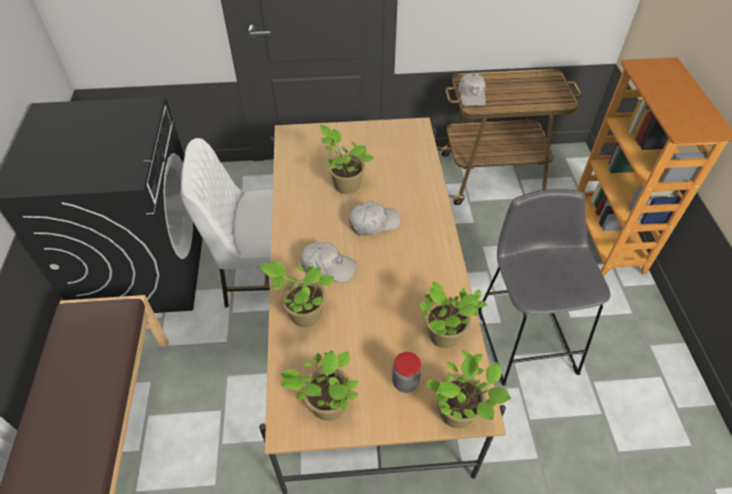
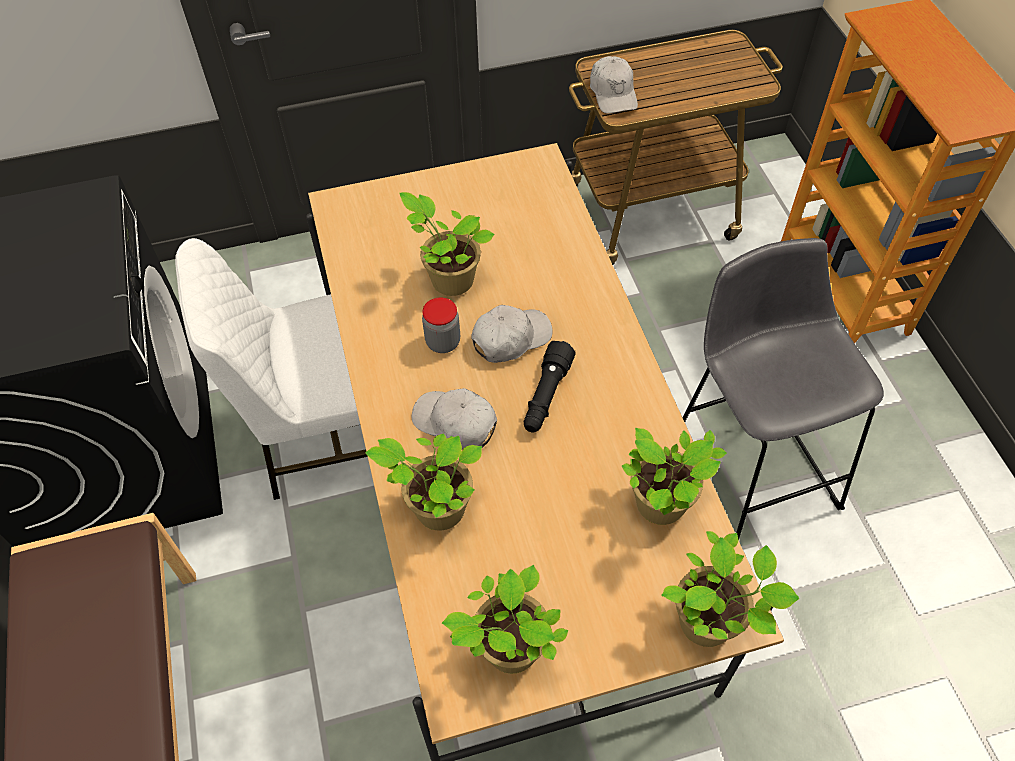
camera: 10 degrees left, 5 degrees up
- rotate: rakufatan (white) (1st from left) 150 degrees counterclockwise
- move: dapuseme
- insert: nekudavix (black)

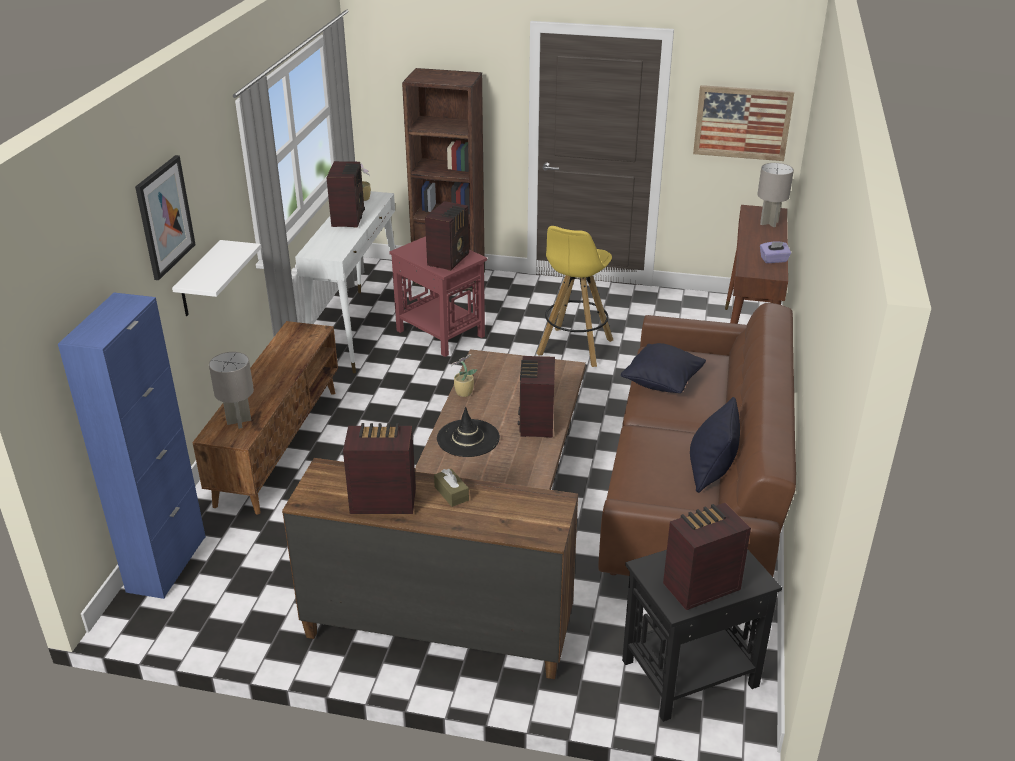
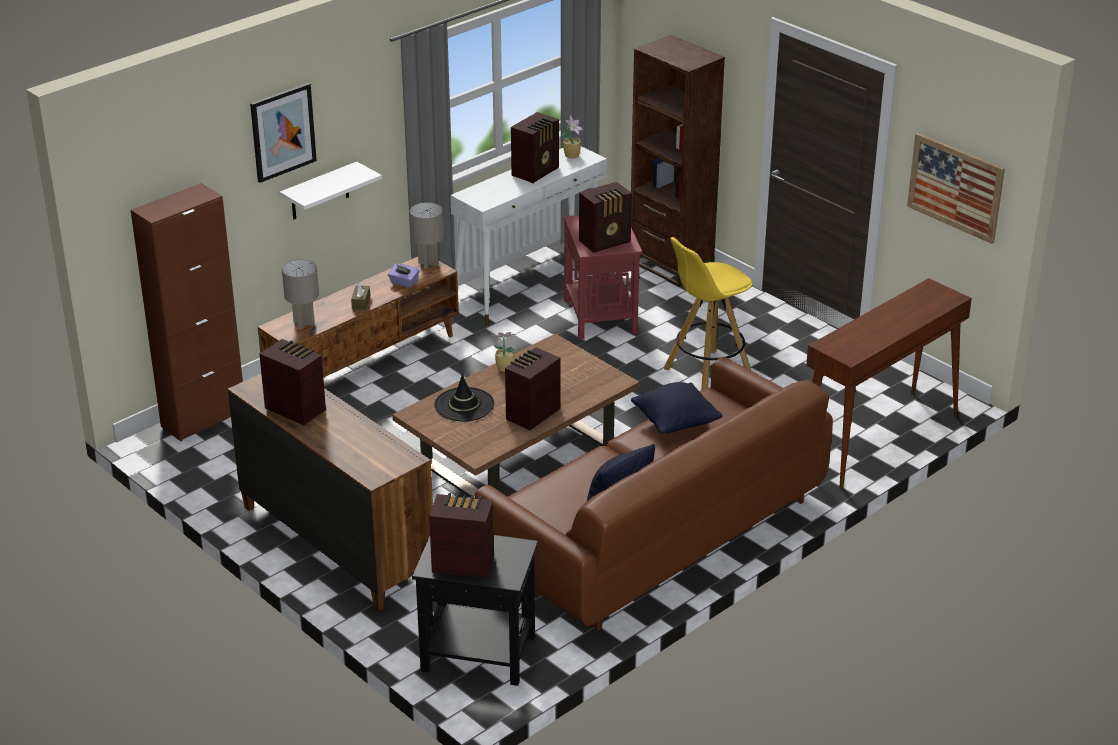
camera: 35 degrees right, 0 degrees up
- recolor: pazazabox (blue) to pazazabox (brown)
- move: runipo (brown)
- move: runipo (purple)
- move: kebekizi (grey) (2nd from left)

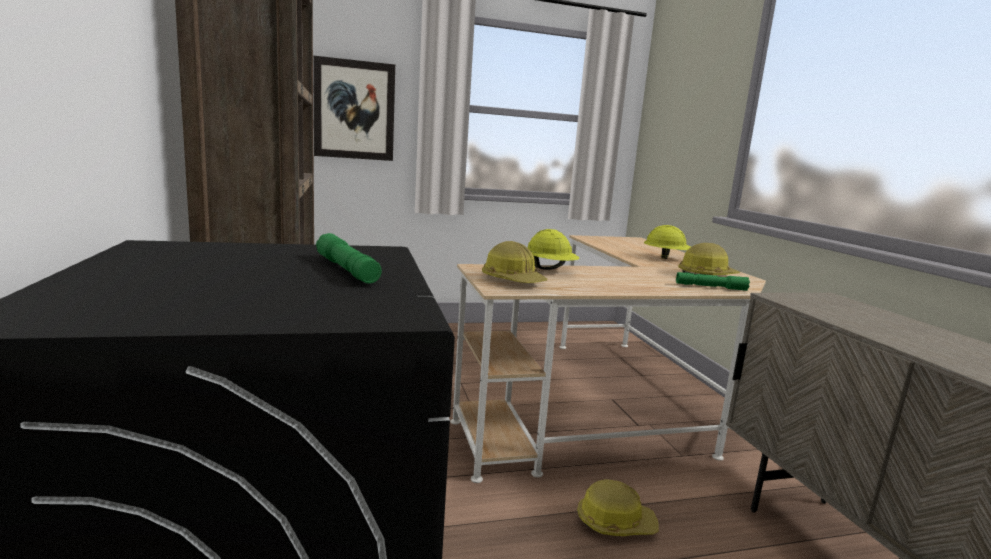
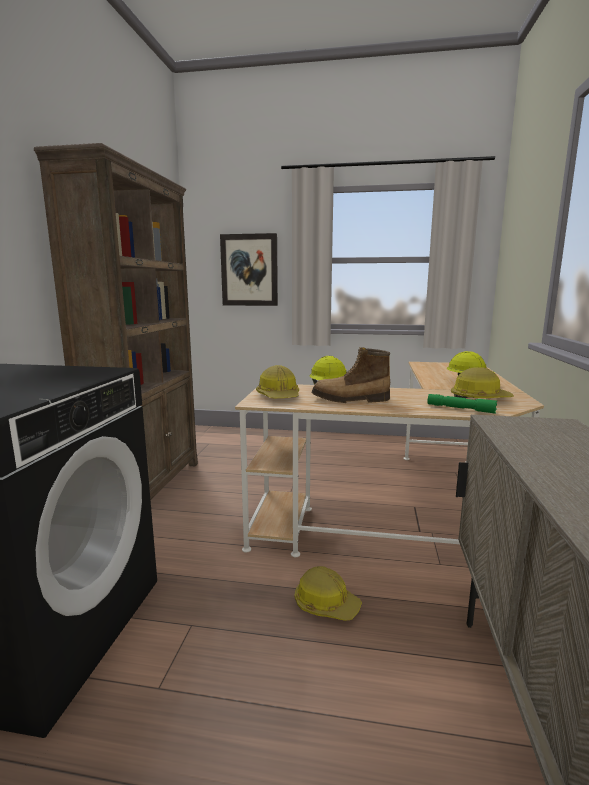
camera: 25 degrees right, 0 degrees up
- insert: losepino
- delete: nekudavix (green) (1st from left)

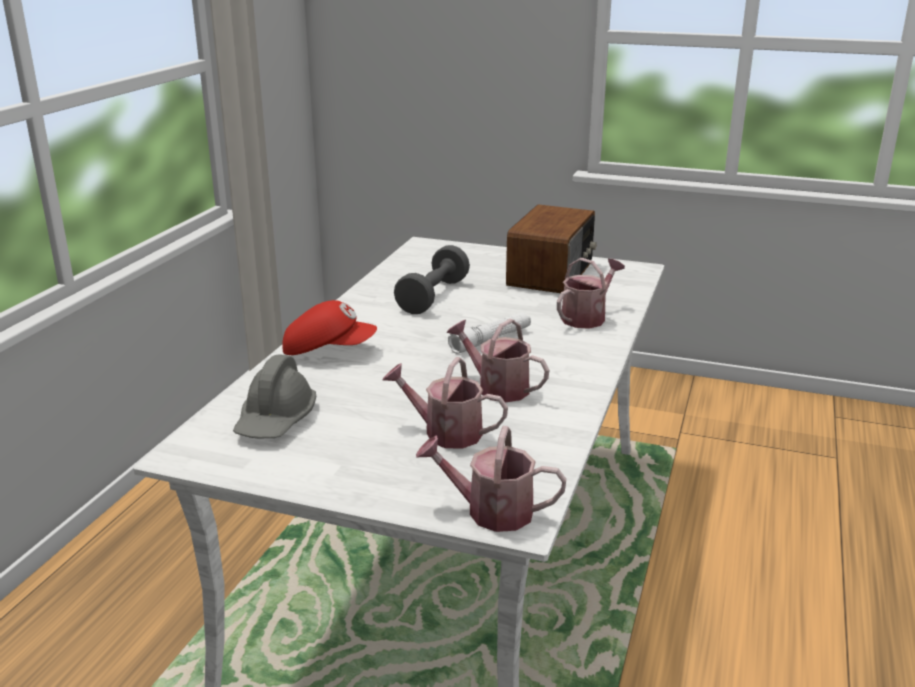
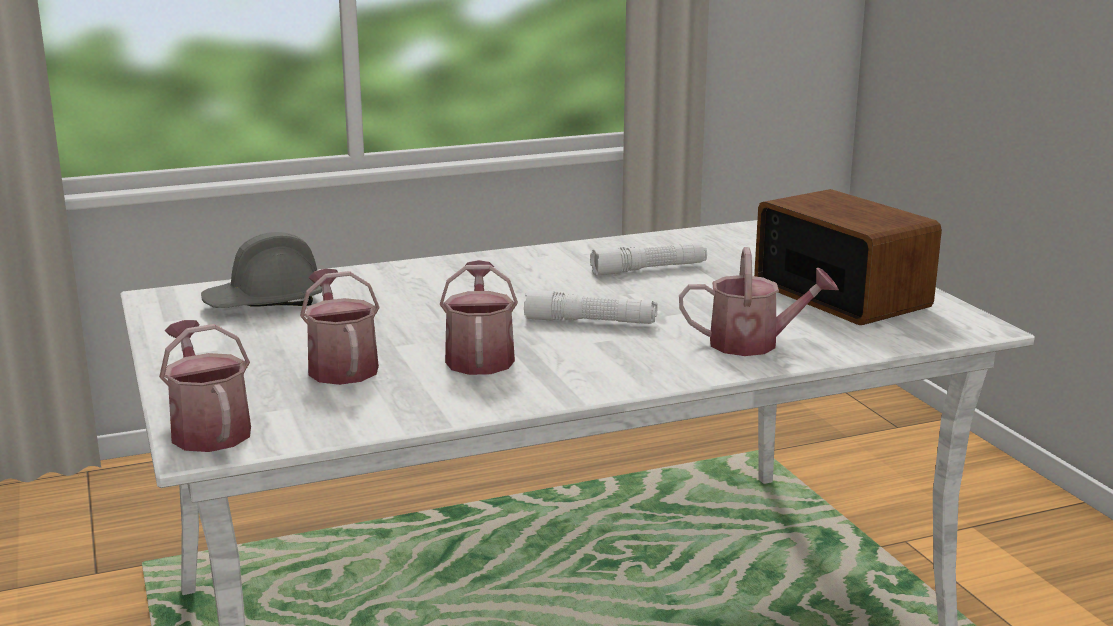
camera: 50 degrees right, 5 degrees down
- replace: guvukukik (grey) to nekudavix (white) (2nd from left)
- rotate: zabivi 105 degrees counterclockwise
- delete: rakufatan (red)

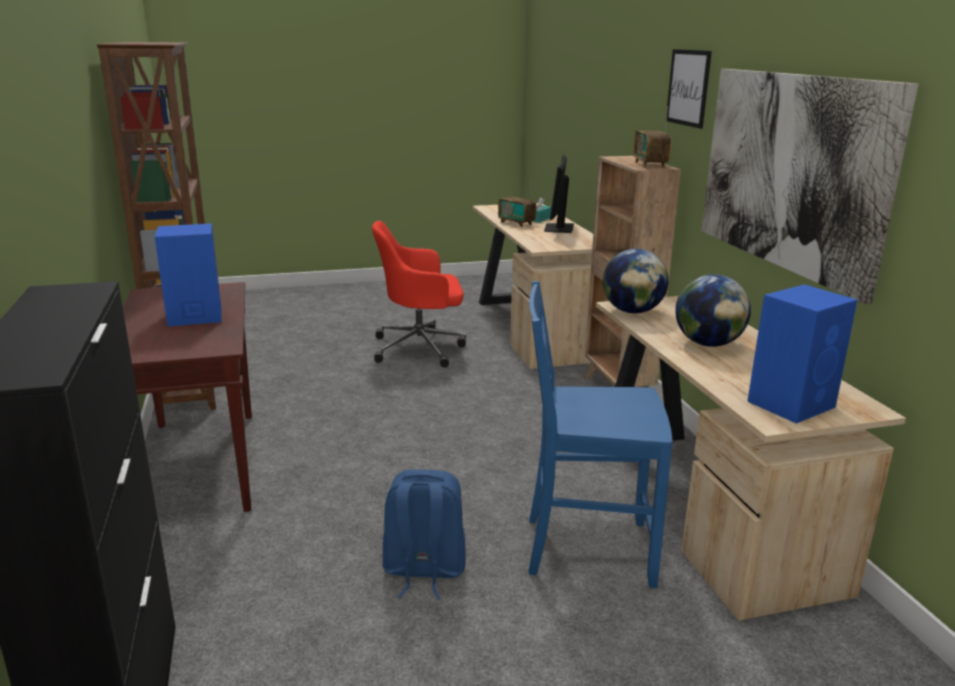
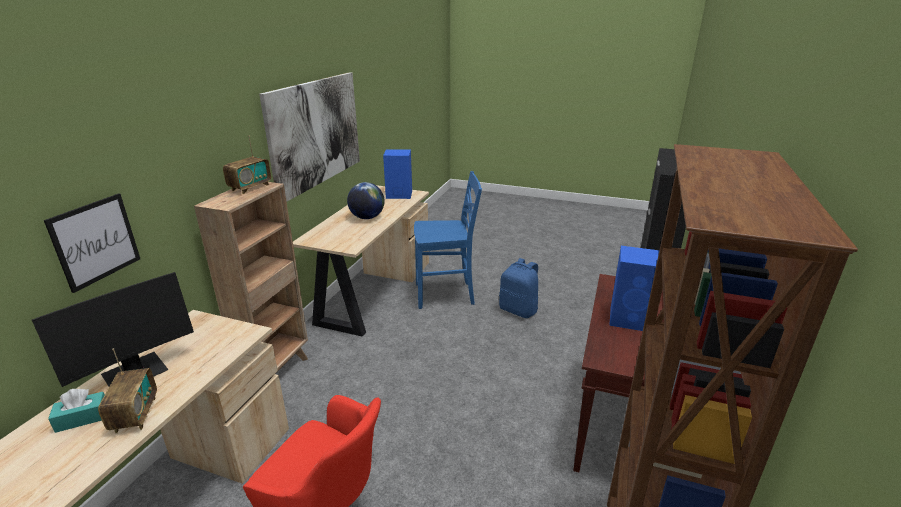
camera: 145 degrees left, 5 degrees up
- move: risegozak (1st from left)
- rotate: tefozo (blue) 45 degrees counterclockwise
- delete: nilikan (1st from left)

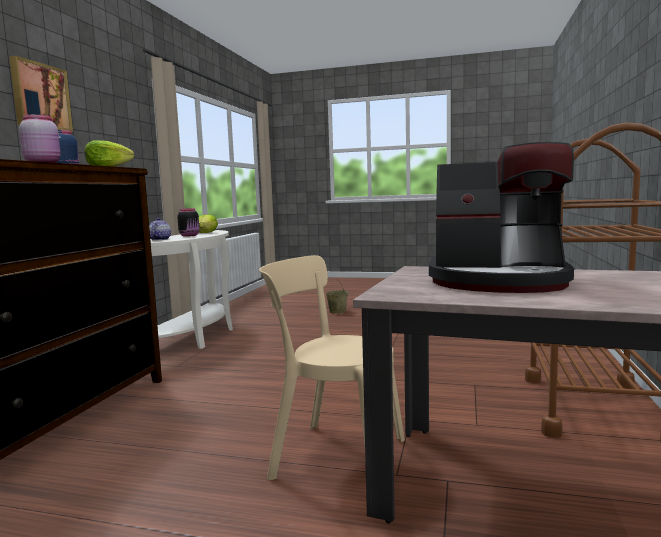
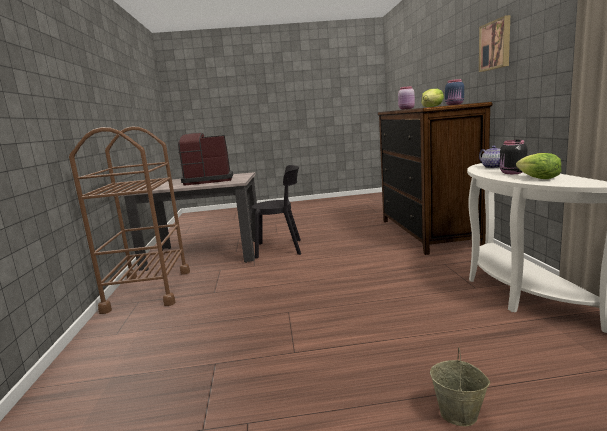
camera: 160 degrees right, 5 degrees up
- recolor: tefozo (beige) to tefozo (black)

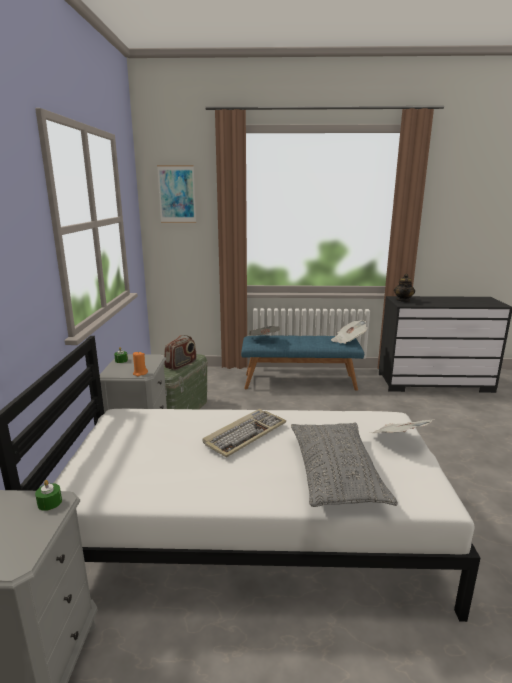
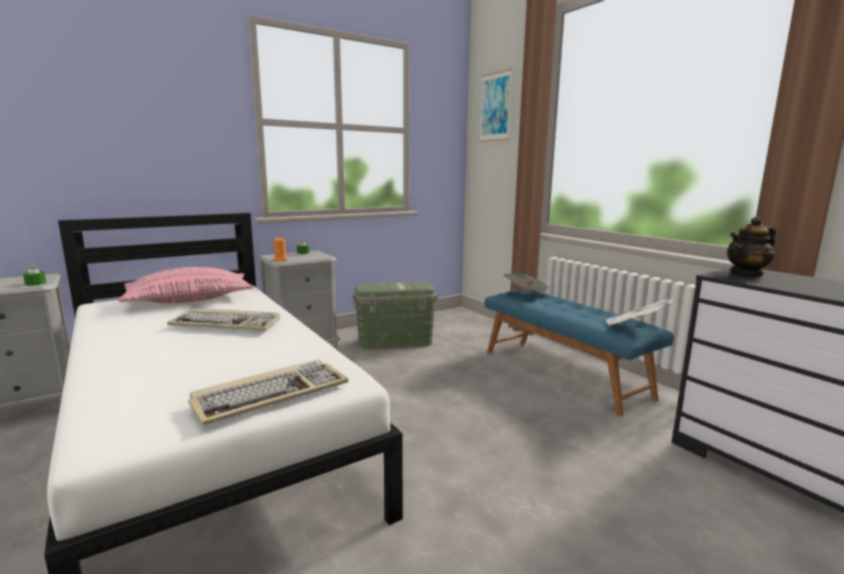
camera: 55 degrees right, 5 degrees down
- insert: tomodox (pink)
- replace: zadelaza (3rd from left) to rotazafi (2nd from left)
- delete: zabivi
- delete: tomodox (grey)

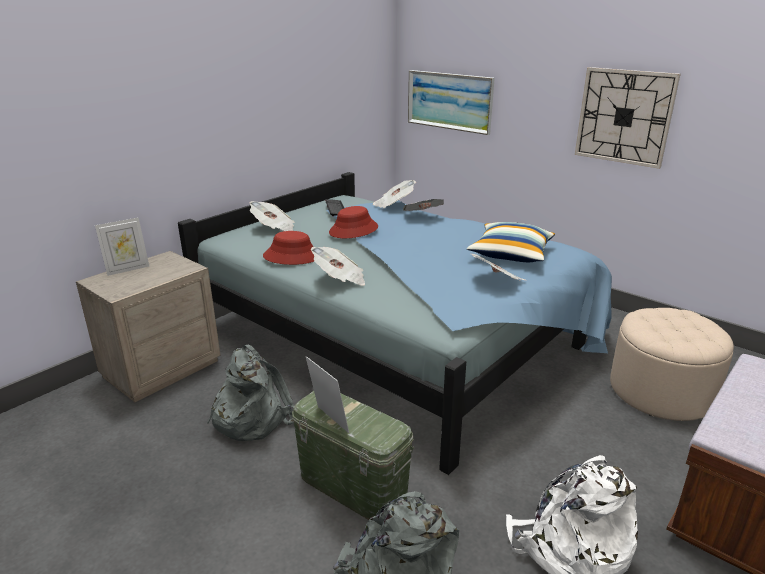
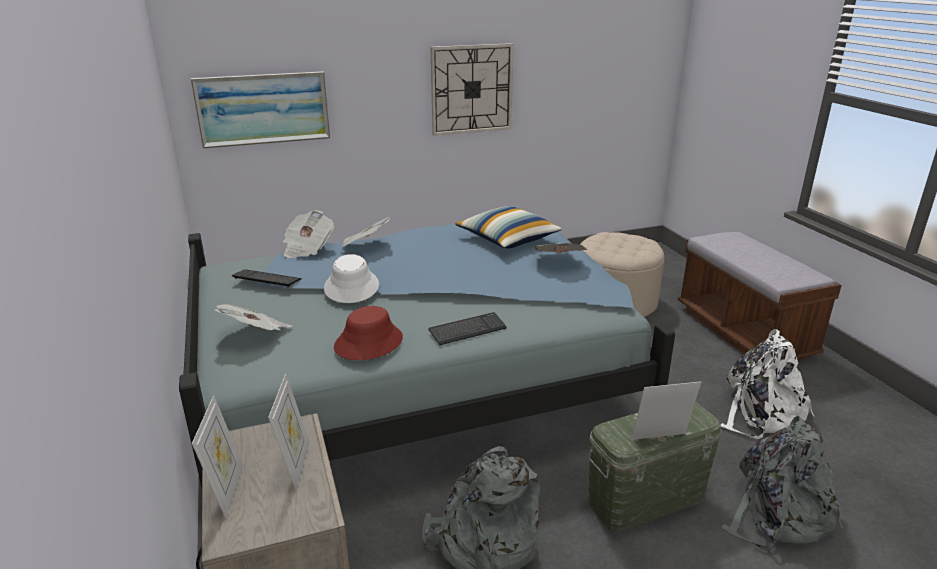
camera: 60 degrees left, 0 degrees up
- insert: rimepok (2nd from left)
- recolor: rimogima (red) (2nd from left) to rimogima (white)
- replace: zadelaza (2nd from left) to rotazafi (2nd from left)

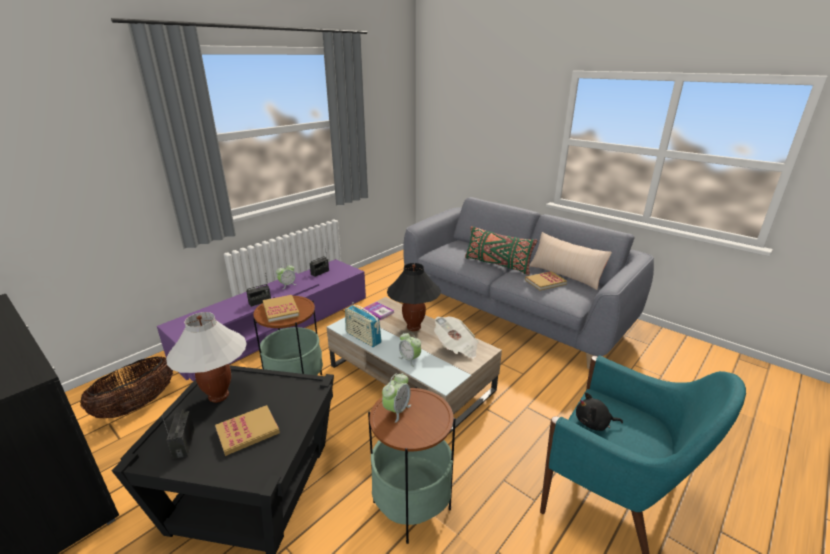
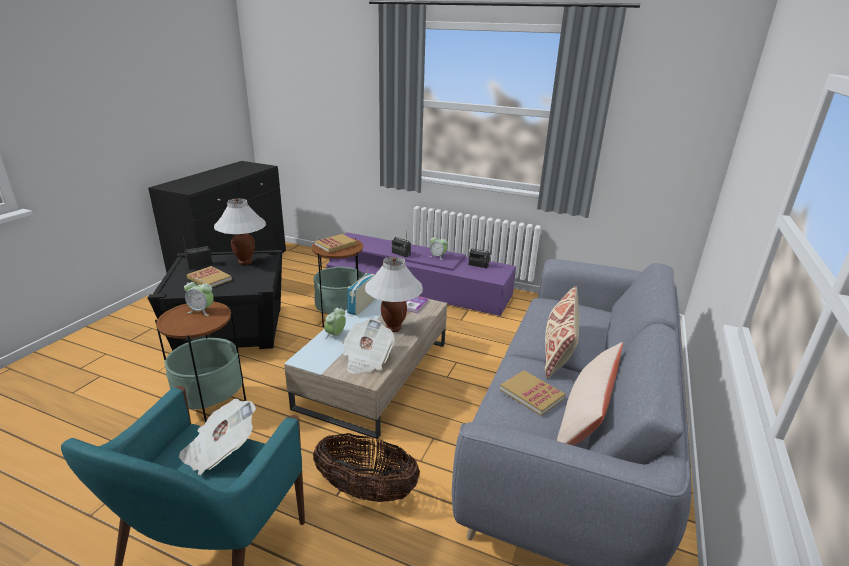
camera: 70 degrees right, 0 degrees up
- replace: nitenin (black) to zadelaza (1st from left)
- move: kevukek
- recolor: kebekizi (black) to kebekizi (white) (2nd from left)
- recolor: tomodox (green) to tomodox (beige) (1st from left)

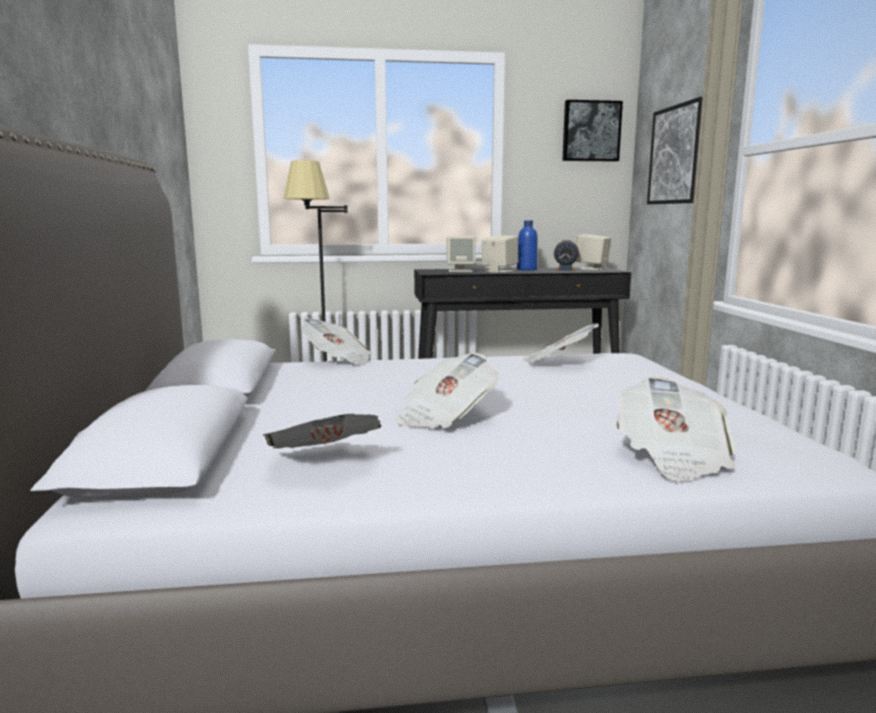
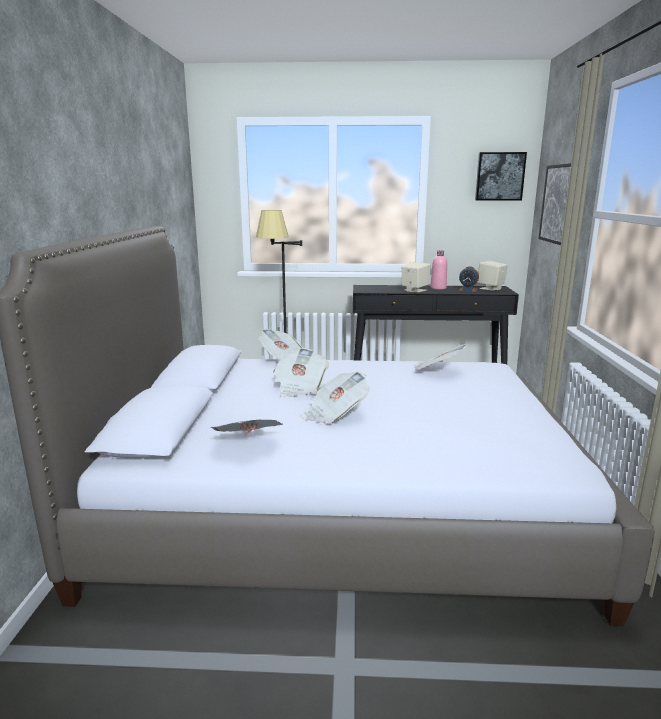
camera: 10 degrees right, 5 degrees up
- move: zadelaza (5th from left in the first image) to zadelaza (3rd from left)
- recolor: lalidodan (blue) to lalidodan (pink)
- delete: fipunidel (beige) (1st from left)

